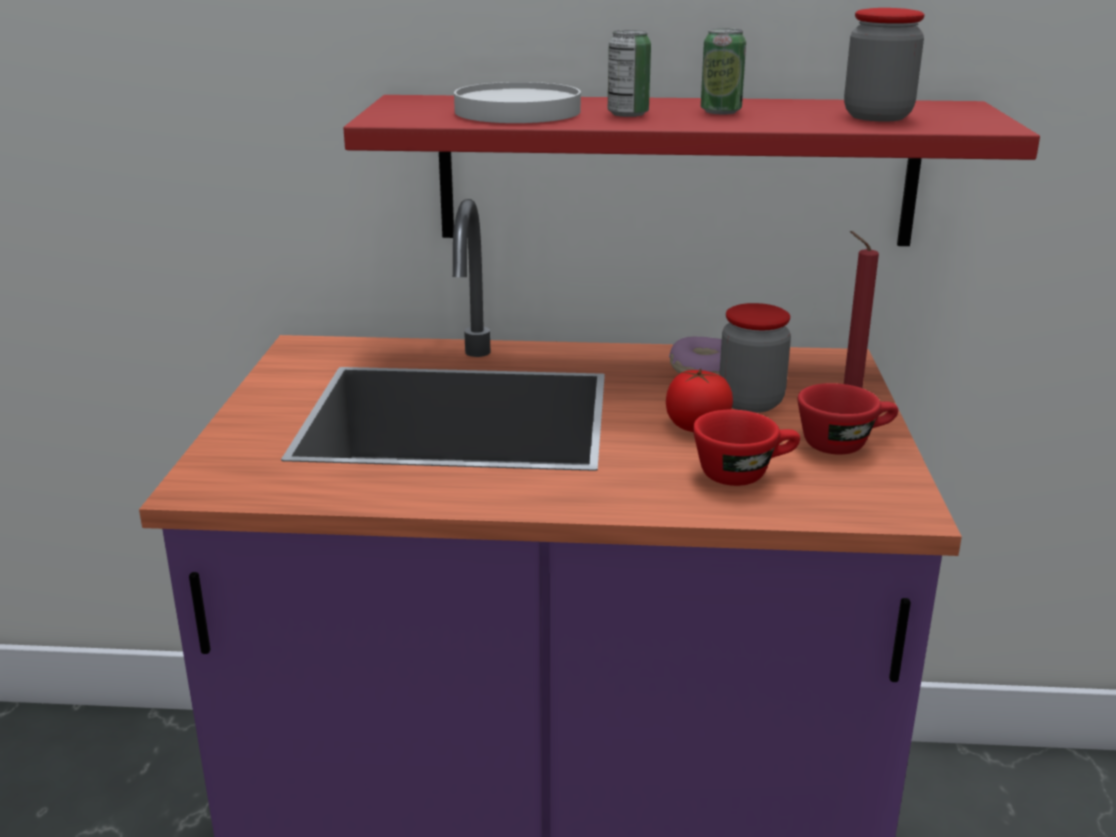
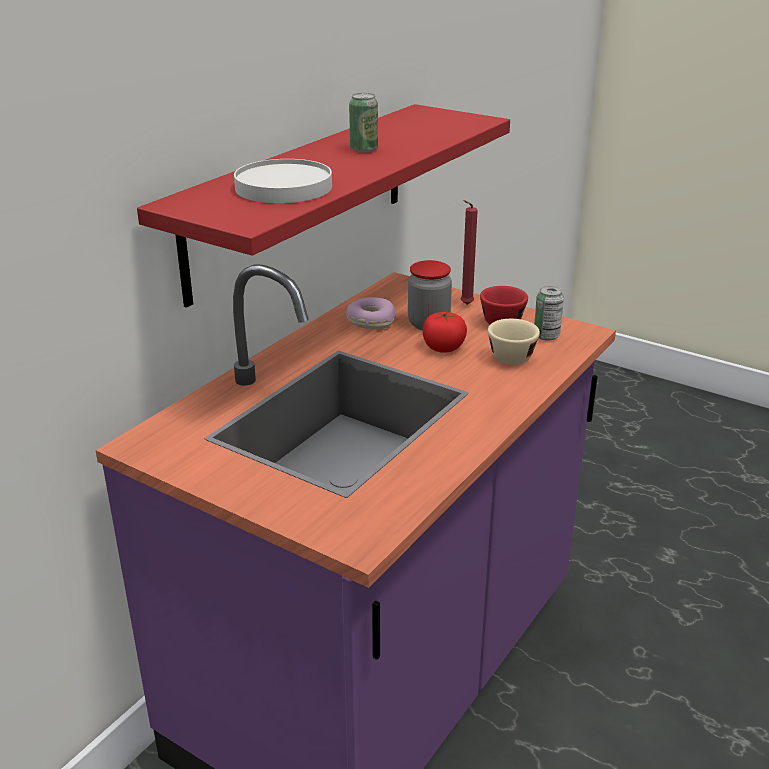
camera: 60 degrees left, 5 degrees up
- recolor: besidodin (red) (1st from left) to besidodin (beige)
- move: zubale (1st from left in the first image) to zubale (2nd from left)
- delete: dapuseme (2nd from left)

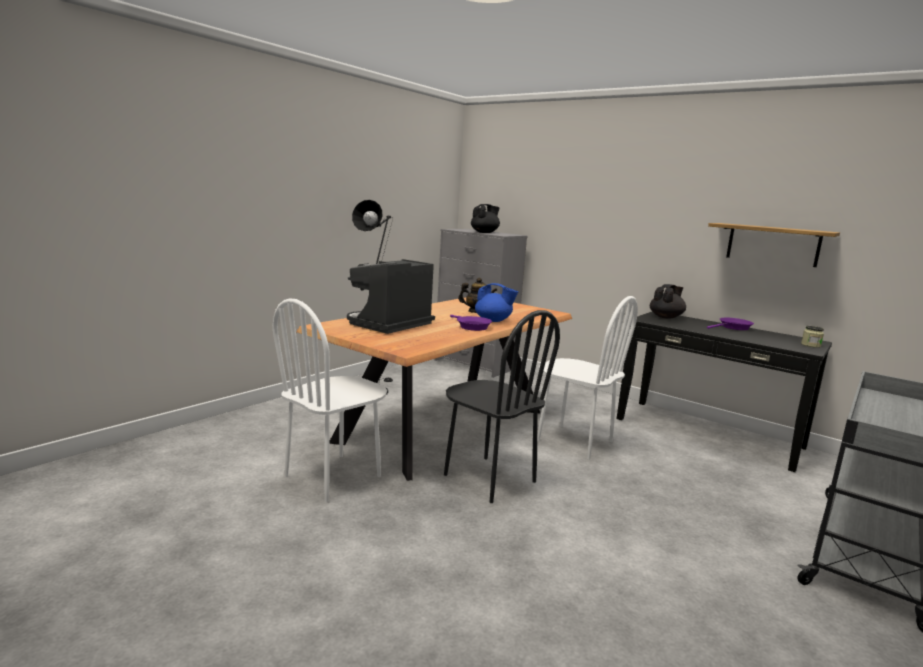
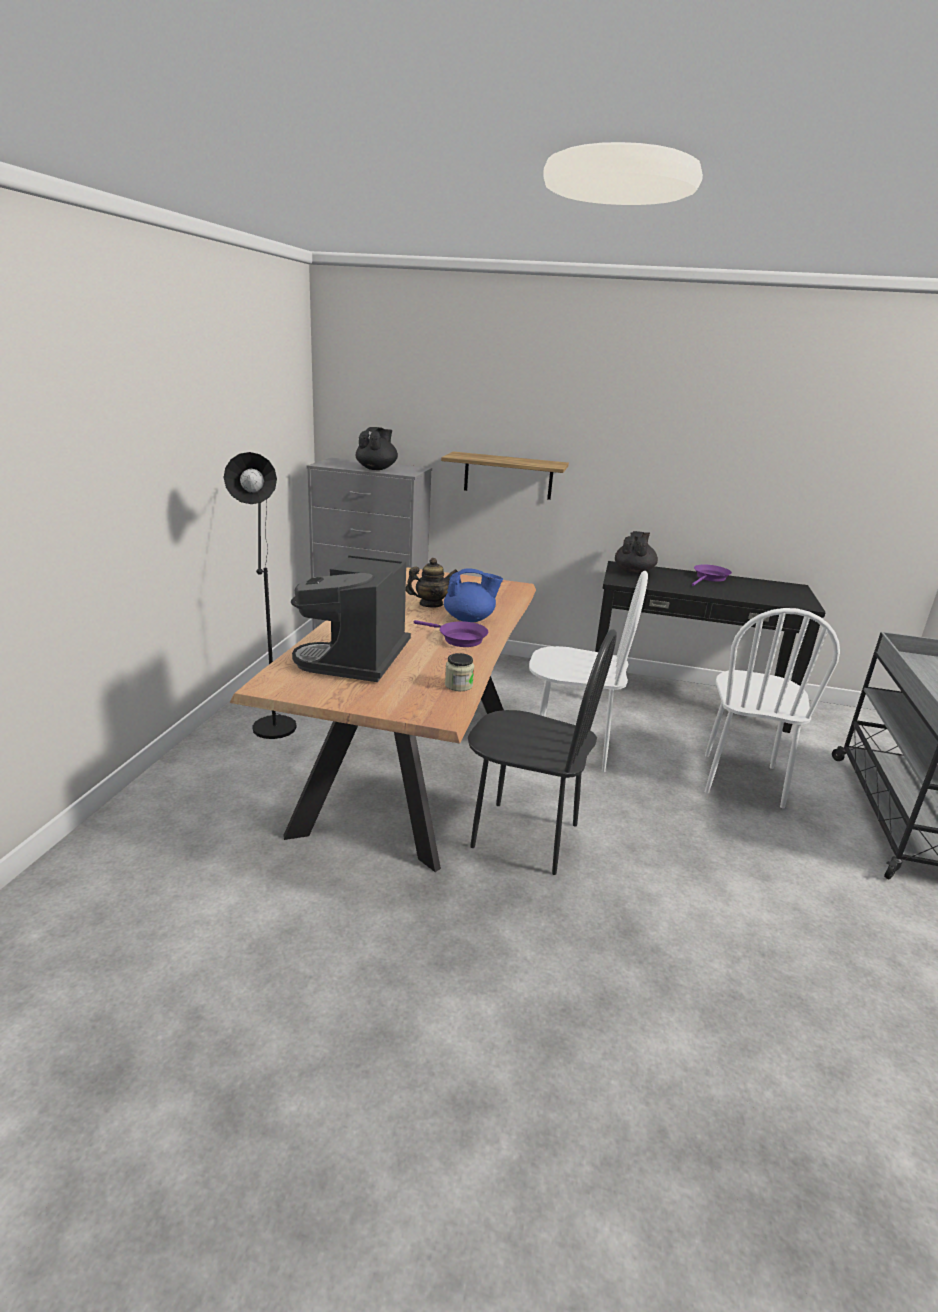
camera: 25 degrees left, 10 degrees up
- move: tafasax
- move: dapuseme
- move: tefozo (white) (1st from left in the first image) to tefozo (white) (2nd from left)

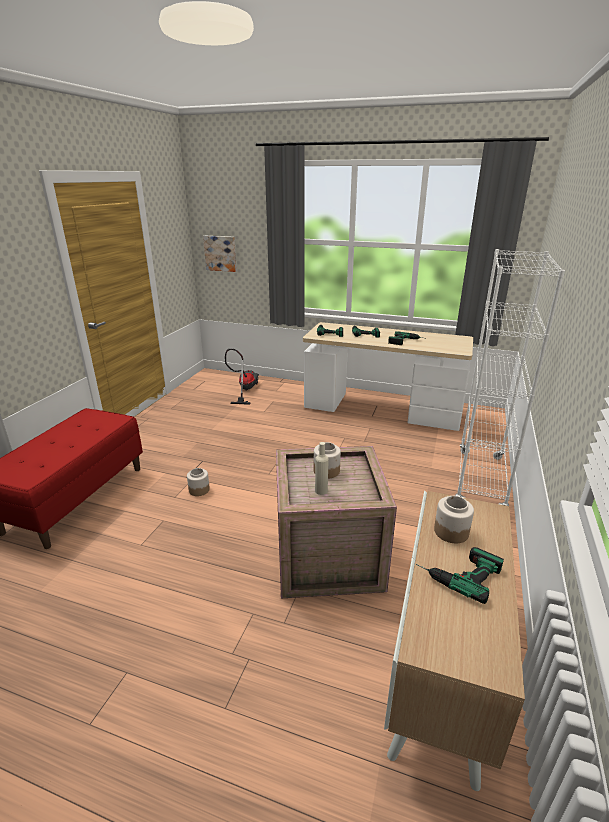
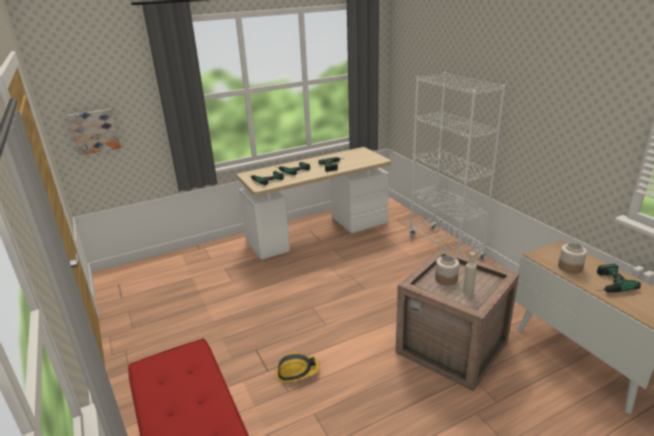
camera: 45 degrees left, 0 degrees up
- replace: dapuseme (1st from left) to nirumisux
- delete: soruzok

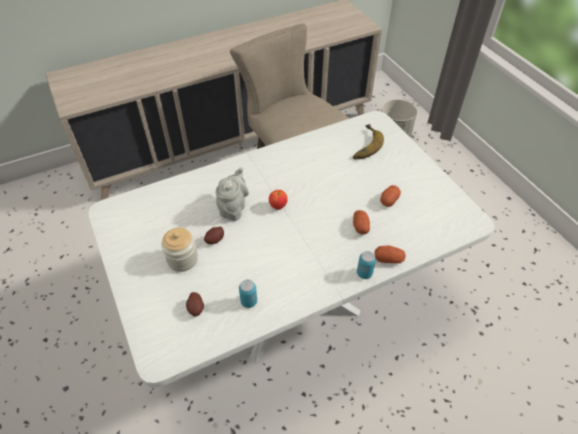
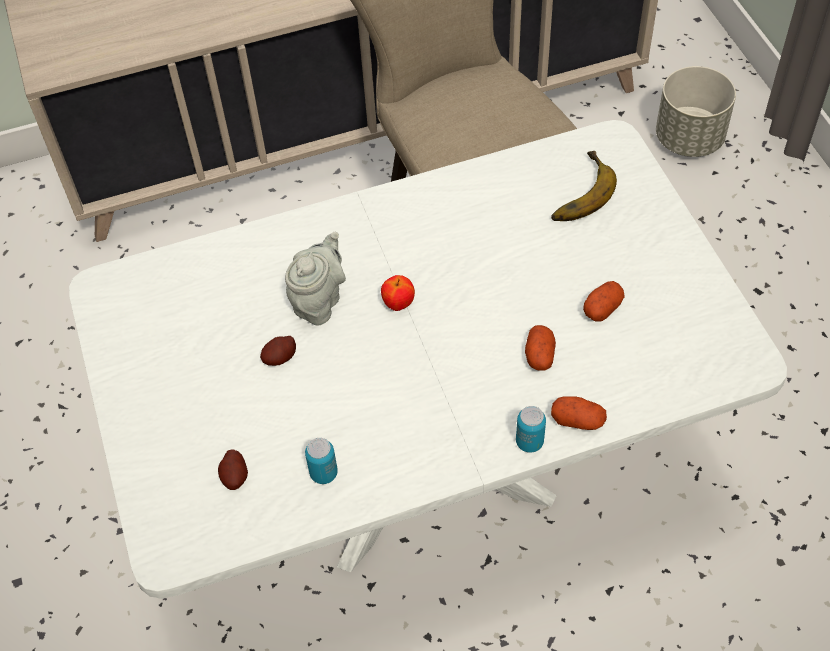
camera: 10 degrees right, 5 degrees up
- delete: dapuseme

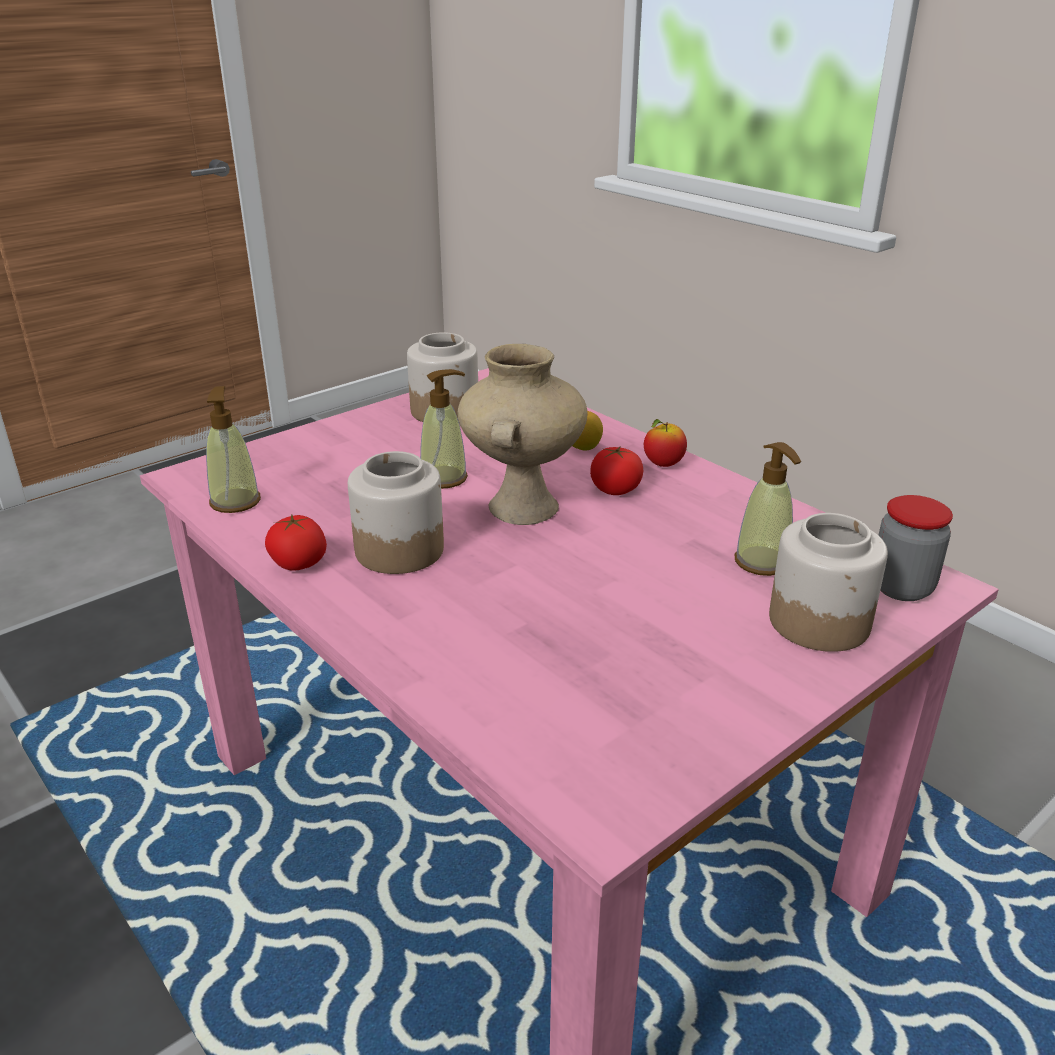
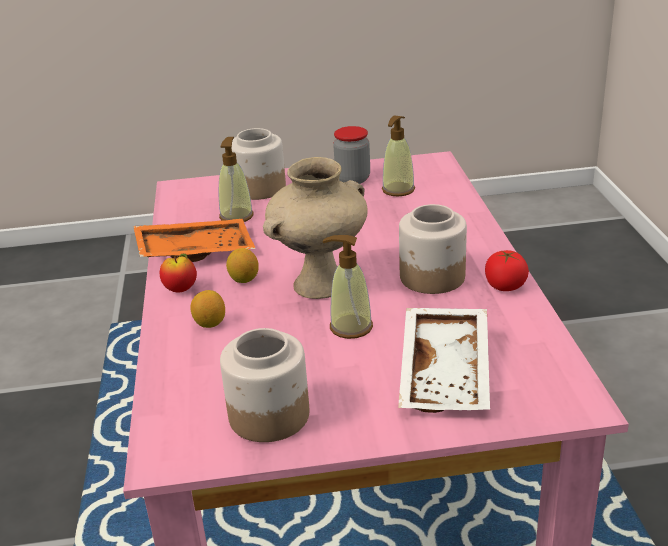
camera: 145 degrees left, 0 degrees up
- insert: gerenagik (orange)
- replace: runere (2nd from left) to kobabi (2nd from left)
- move: dapuseme (4th from left in the first image) to dapuseme (3rd from left)
- move: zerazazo (1st from left in the first image) to zerazazo (3rd from left)
- insert: gerenagik (white)

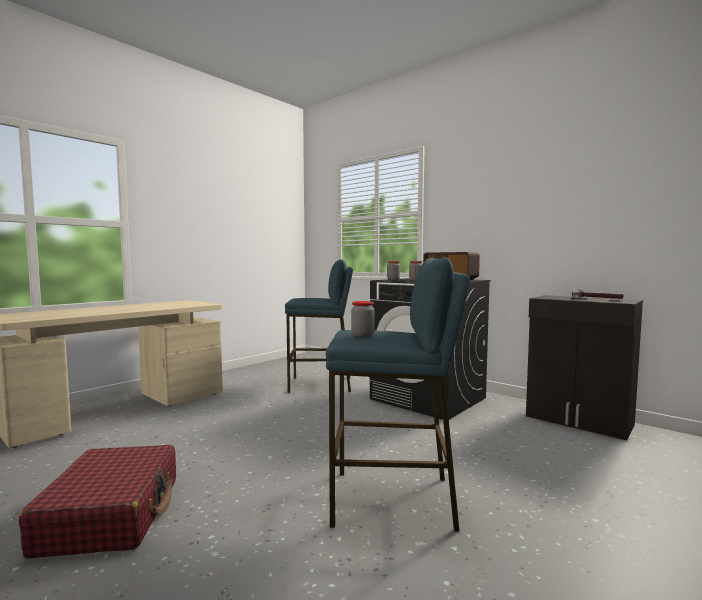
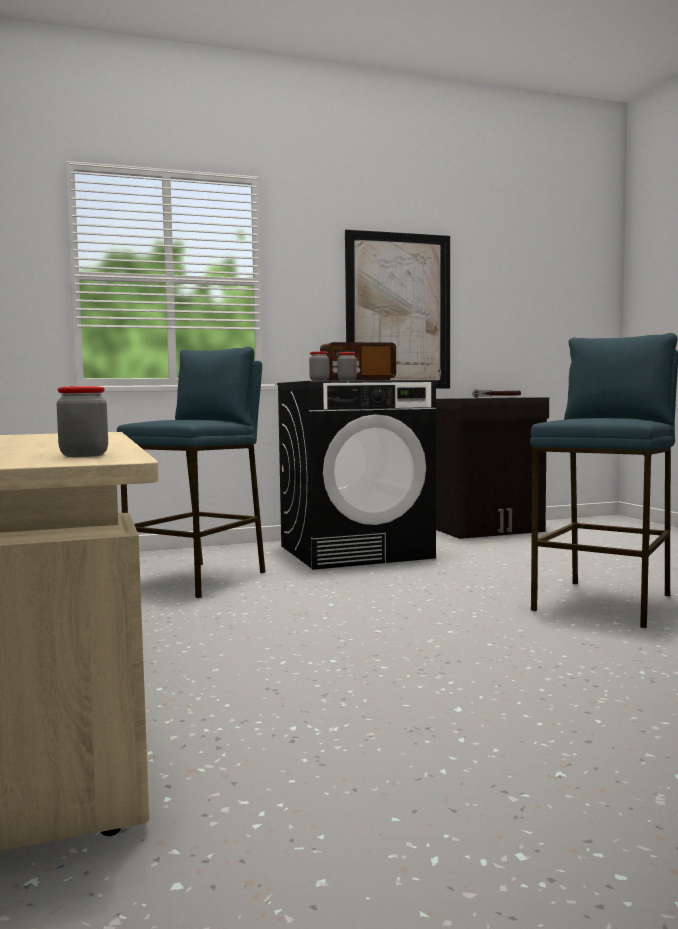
camera: 60 degrees left, 0 degrees up
- move: dapuseme (1st from left)
- insert: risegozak
- delete: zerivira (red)

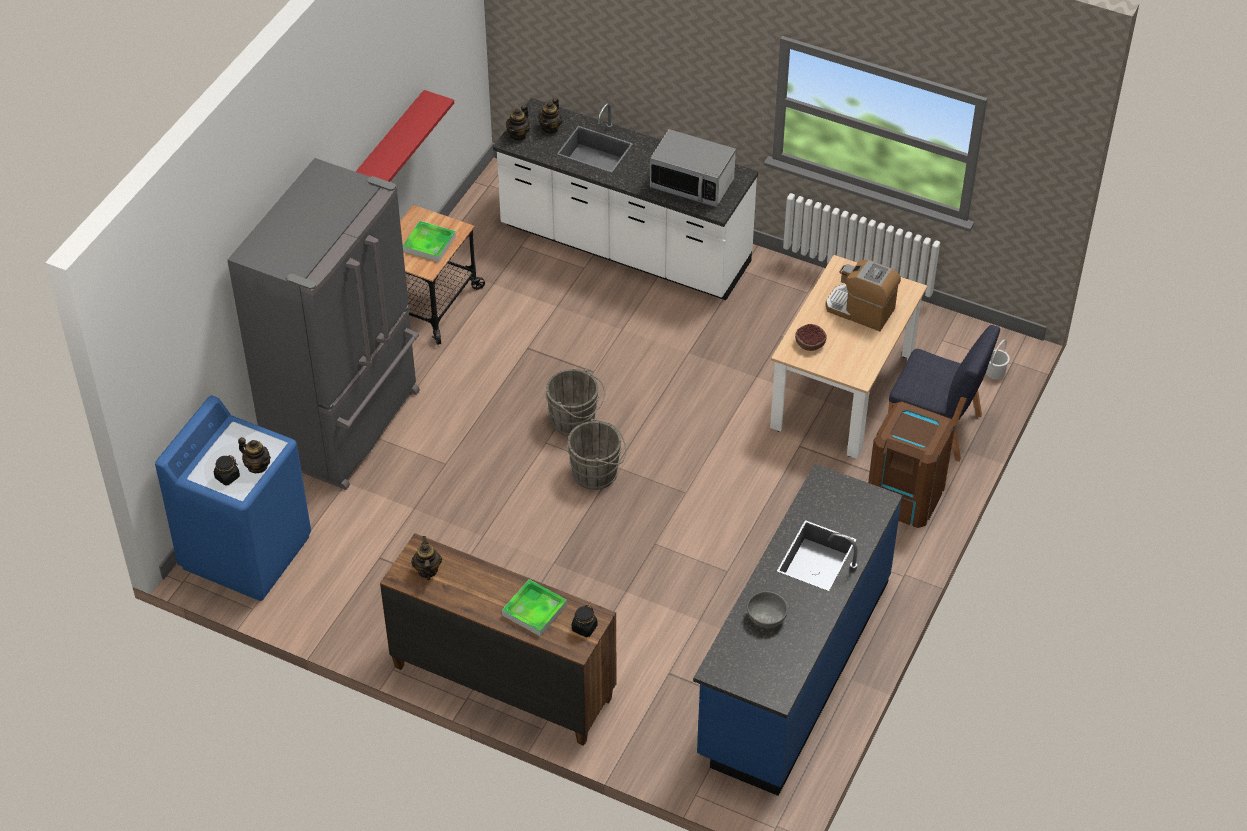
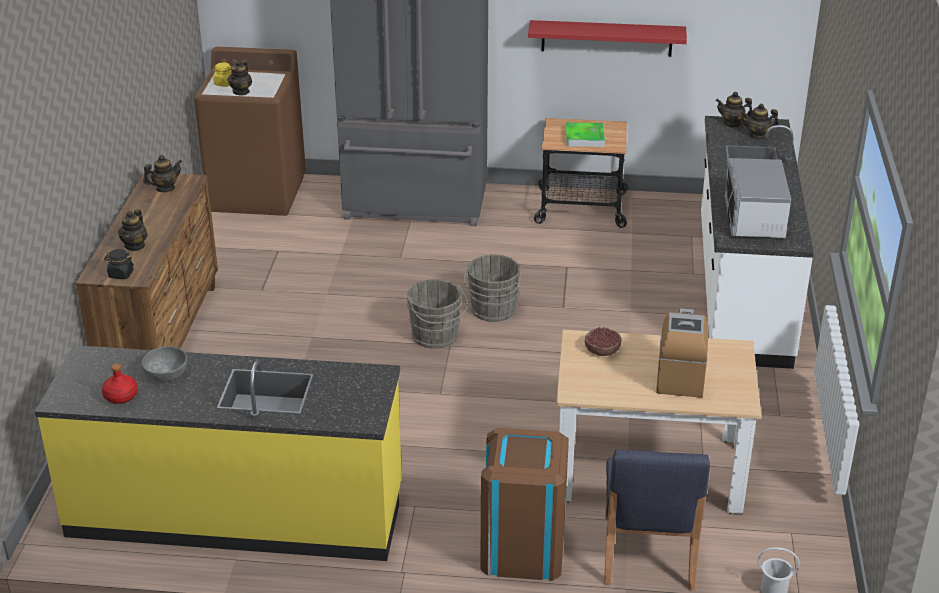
camera: 70 degrees right, 15 degrees down
- recolor: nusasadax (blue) to nusasadax (yellow)
- insert: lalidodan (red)
- replace: gerenagik (2nd from left) to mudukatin (1st from left)
- recolor: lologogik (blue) to lologogik (brown)
- recolor: dapuseme (black) (1st from left) to dapuseme (yellow)

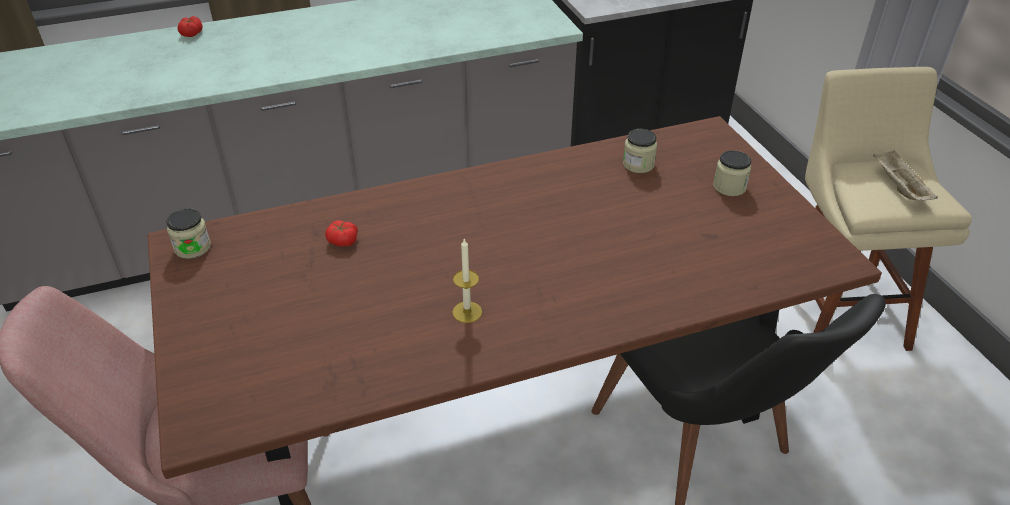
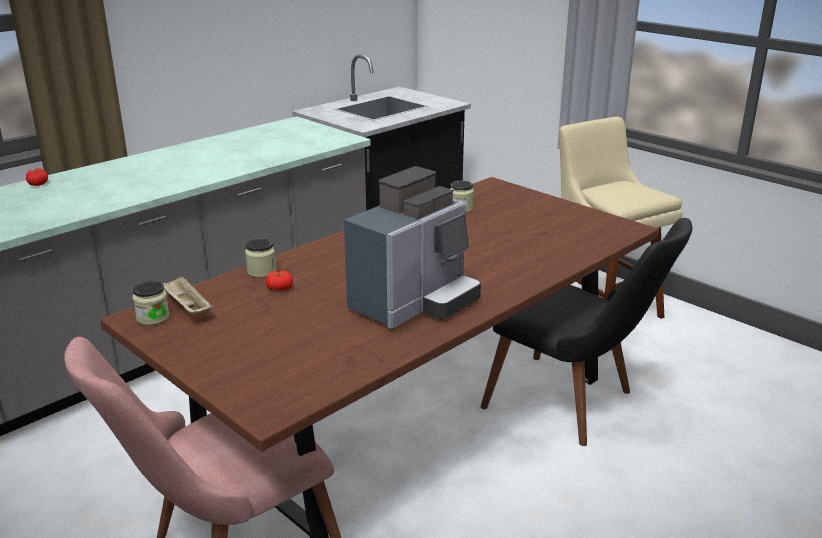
camera: 25 degrees left, 15 degrees down
- move: gerenagik (beige)
- move: dapuseme (3rd from left in the first image) to dapuseme (2nd from left)
- replace: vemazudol to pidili

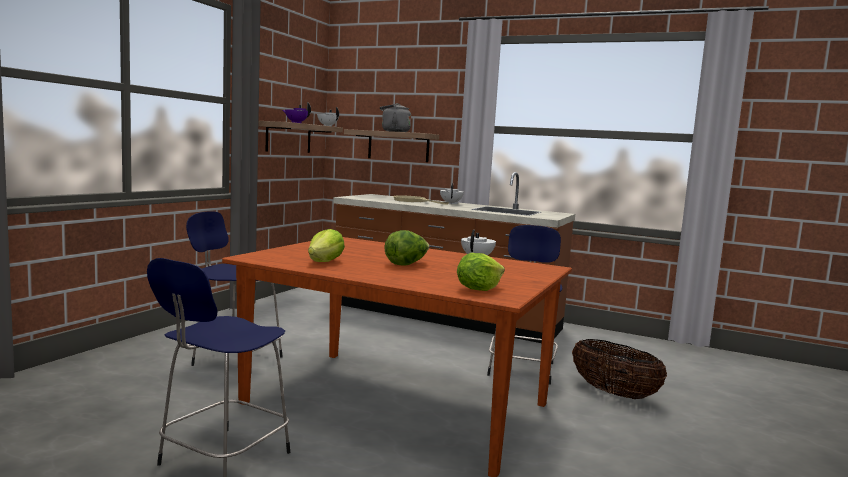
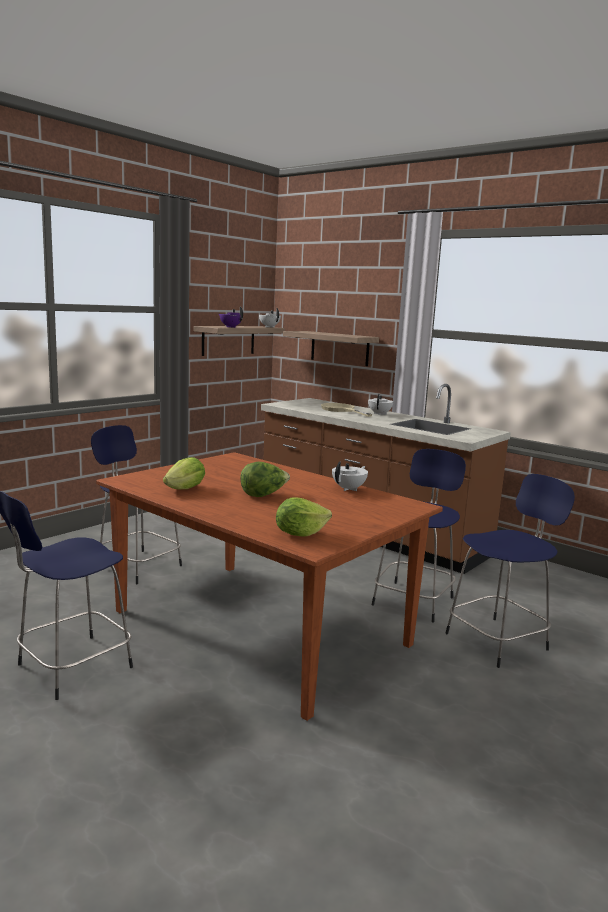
camera: 15 degrees right, 5 degrees up
- replace: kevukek to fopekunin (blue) (4th from left)
- delete: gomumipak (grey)

